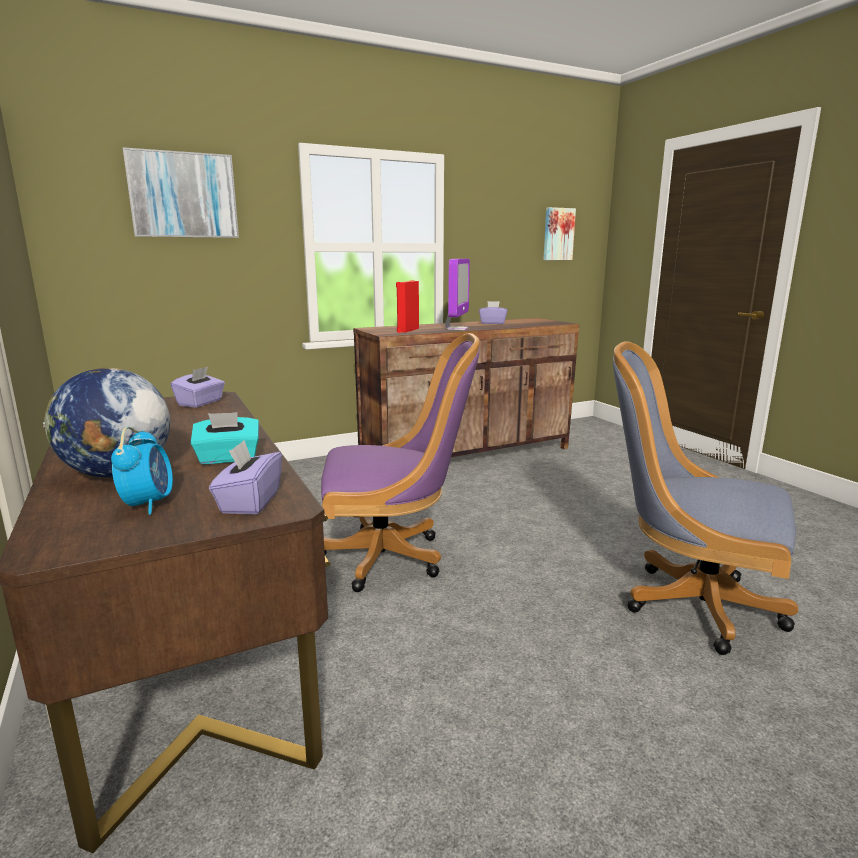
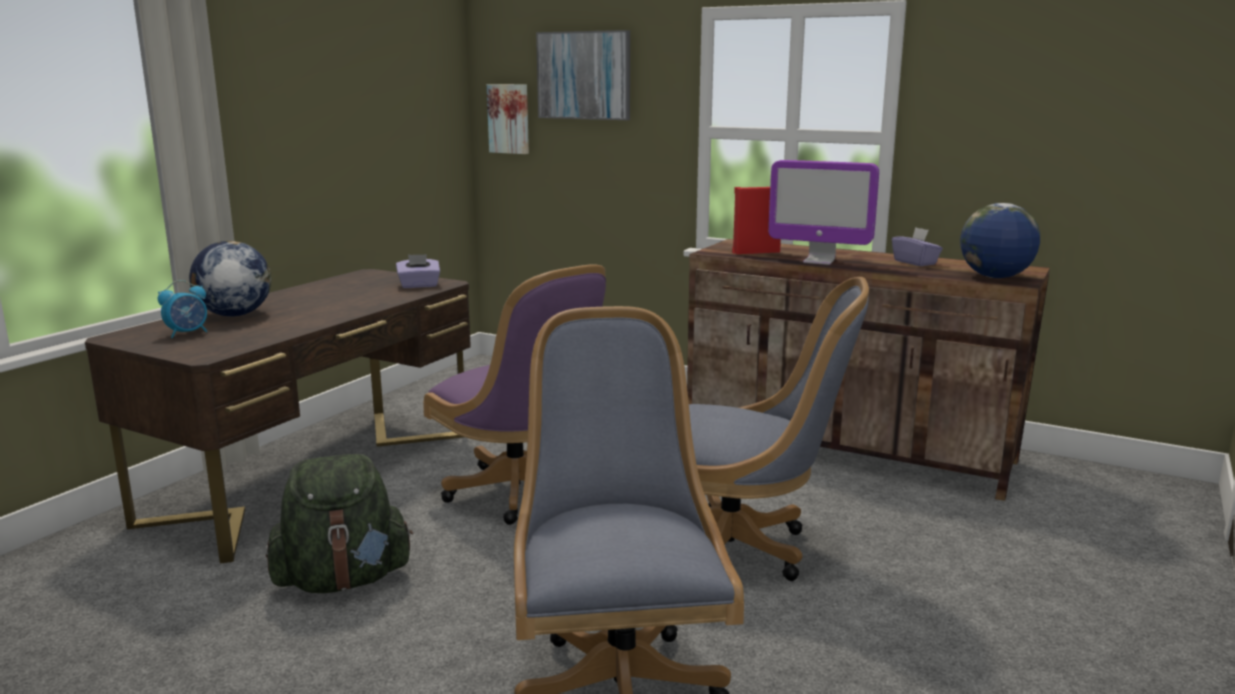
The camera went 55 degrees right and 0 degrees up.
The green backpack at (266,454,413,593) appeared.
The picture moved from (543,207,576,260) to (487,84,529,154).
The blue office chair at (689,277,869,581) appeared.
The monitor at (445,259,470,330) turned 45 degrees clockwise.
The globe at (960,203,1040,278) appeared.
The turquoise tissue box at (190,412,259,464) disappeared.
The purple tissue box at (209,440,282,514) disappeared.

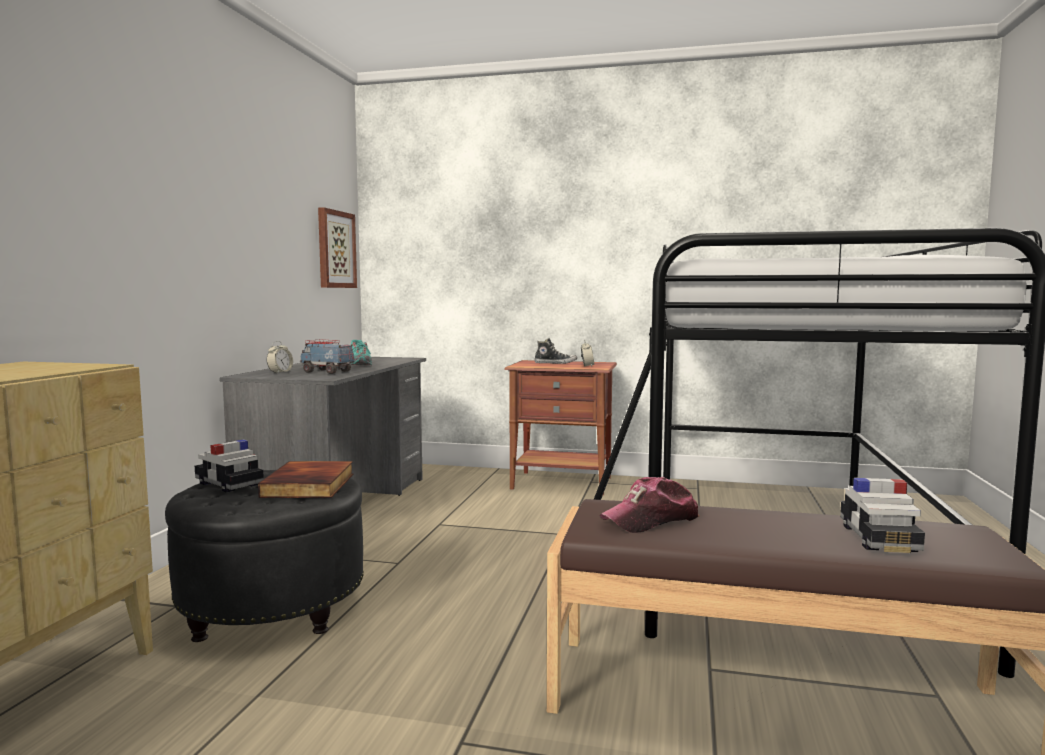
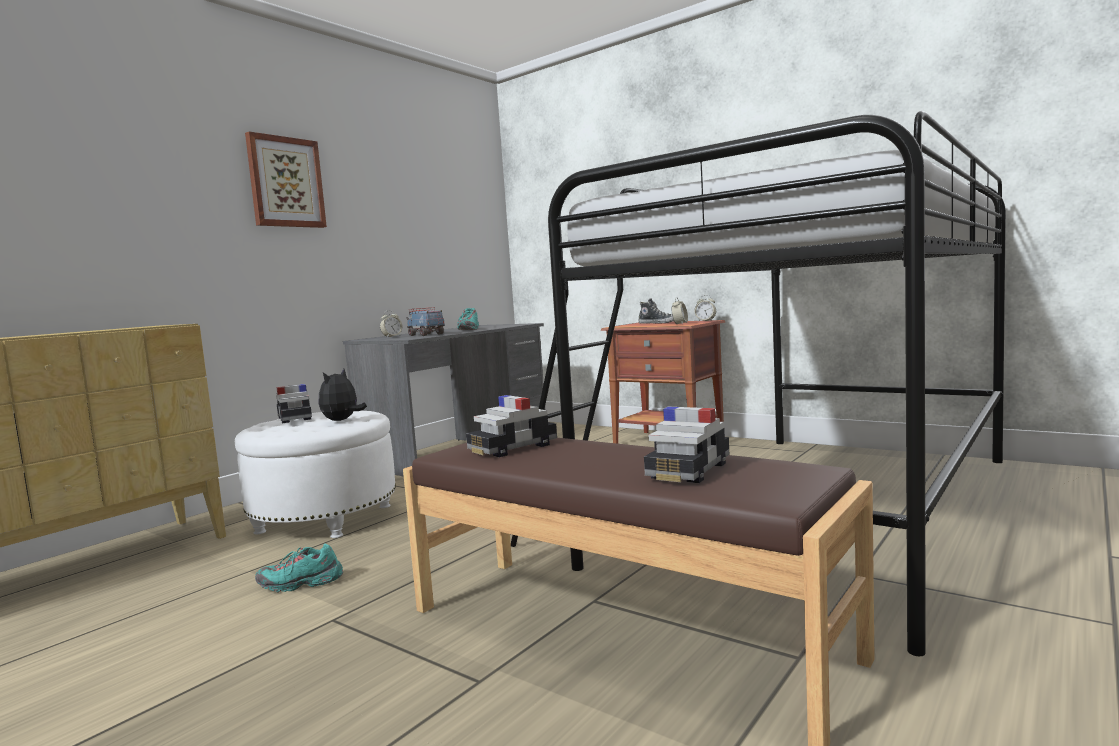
The camera went 25 degrees right and 0 degrees up.
The black ottoman at (165,470,364,642) became the white ottoman at (235,411,396,538).
The picture moved from (318,207,357,288) to (245,131,327,228).
The turquoise shoe at (255,544,343,593) appeared.
The book at (258,461,354,498) was replaced by the plush toy at (318,369,367,421).
The cap at (600,477,699,533) was replaced by the toy car at (466,395,557,457).
The alarm clock at (695,295,716,321) appeared.

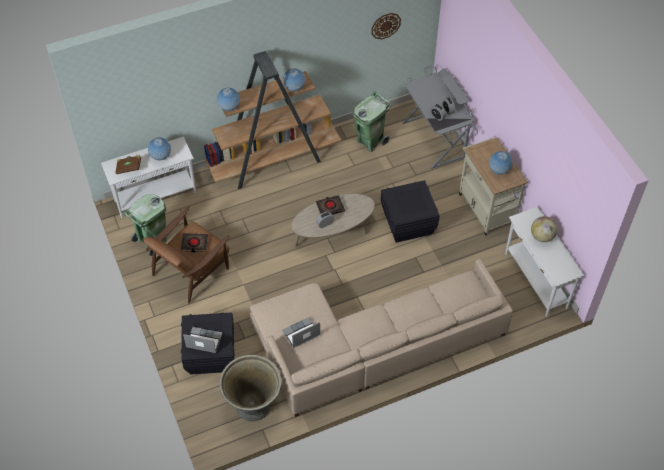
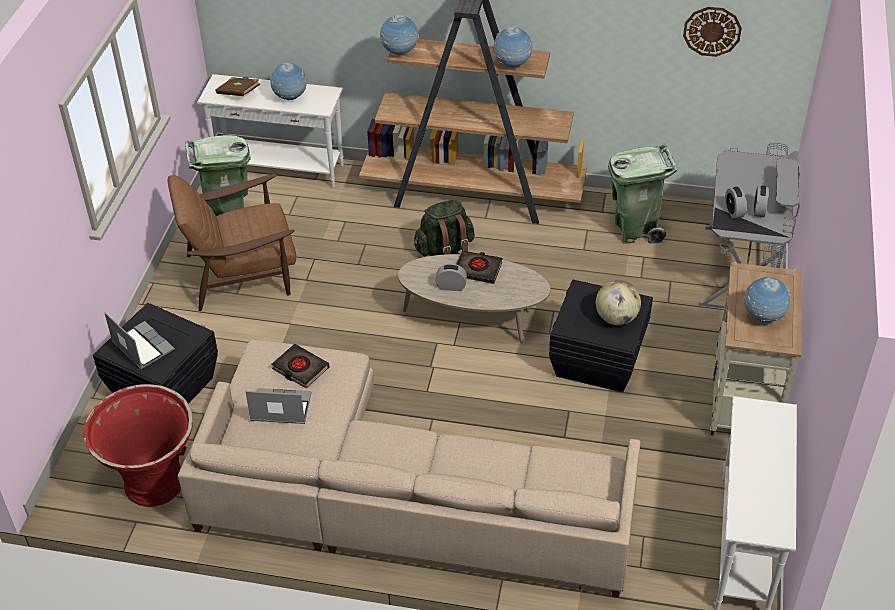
The camera went 35 degrees right and 10 degrees down.
The grey planter at (219,355,281,421) became the red planter at (83,384,193,507).
The black book moved from (181,233,208,252) to (271,344,329,388).
The green backpack at (414,200,475,256) appeared.
The globe moved from (531,216,558,242) to (596,280,641,325).

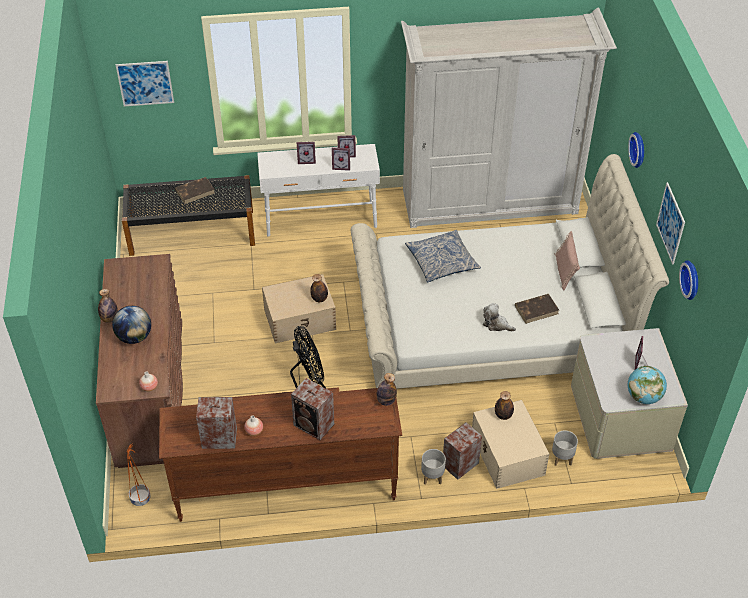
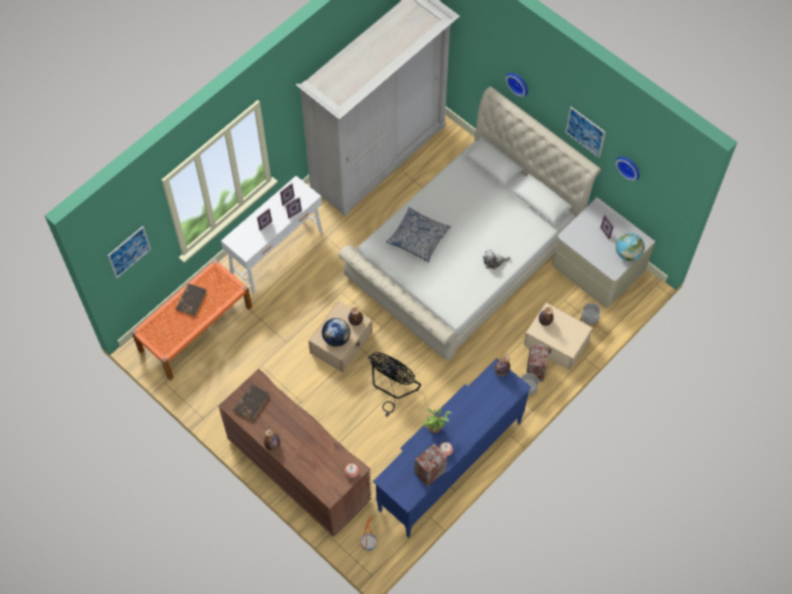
The camera went 40 degrees left and 15 degrees up.
The black bench at (122,175,255,256) became the orange bench at (131,259,252,381).
The brown book moved from (515,294,559,324) to (234,384,270,421).
The globe moved from (112,306,151,344) to (322,318,350,347).
The brown cabinet at (159,387,402,522) became the blue cabinet at (373,358,531,538).
The potted plant at (423,408,452,433) appeared.
The speaker at (291,378,334,440) disappeared.
The beige pillow at (554,231,580,291) disappeared.

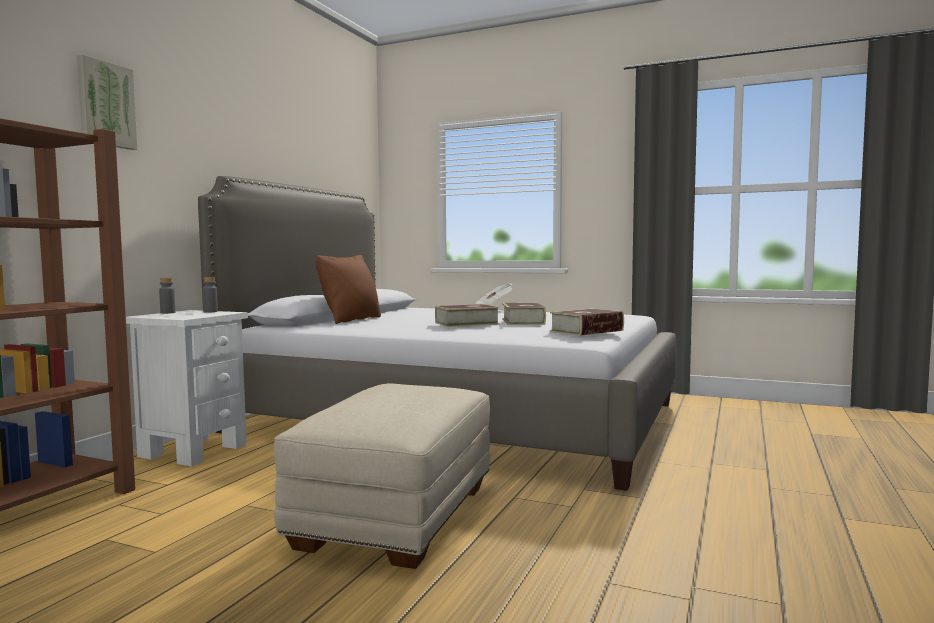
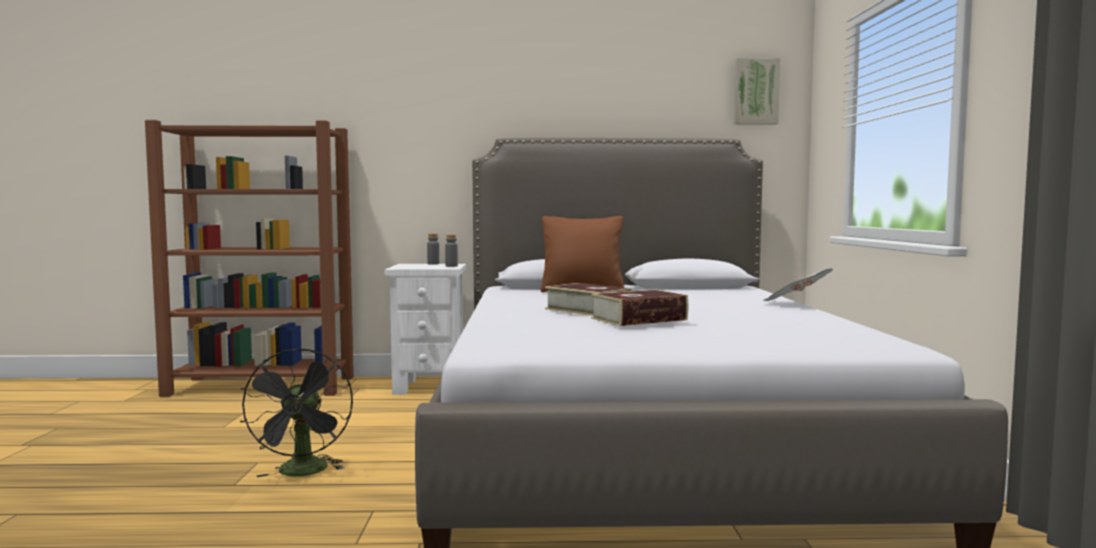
The camera went 65 degrees right and 0 degrees up.
The beige ottoman at (274,383,491,569) was replaced by the black fan at (240,348,353,477).
The picture moved from (77,54,138,150) to (734,58,780,124).
The book at (550,308,624,336) disappeared.

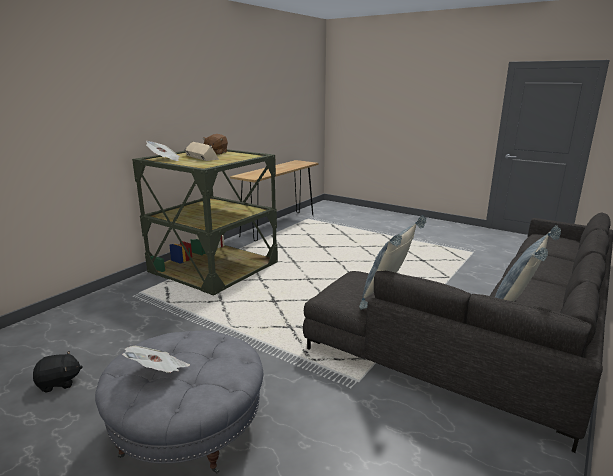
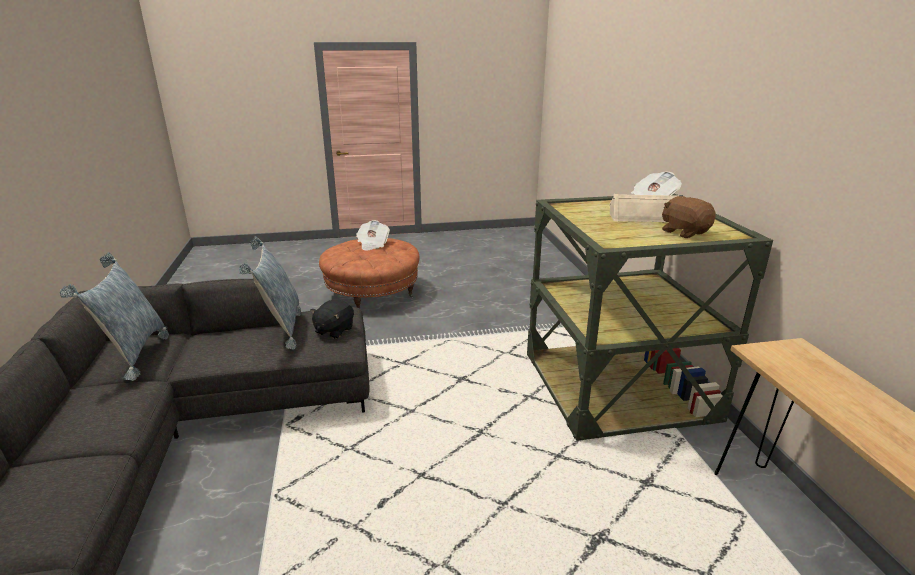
The camera went 135 degrees right and 5 degrees up.
The black plush toy moved from (33,351,82,393) to (310,299,354,339).
The grey ottoman at (95,330,263,473) became the brown ottoman at (319,238,420,308).

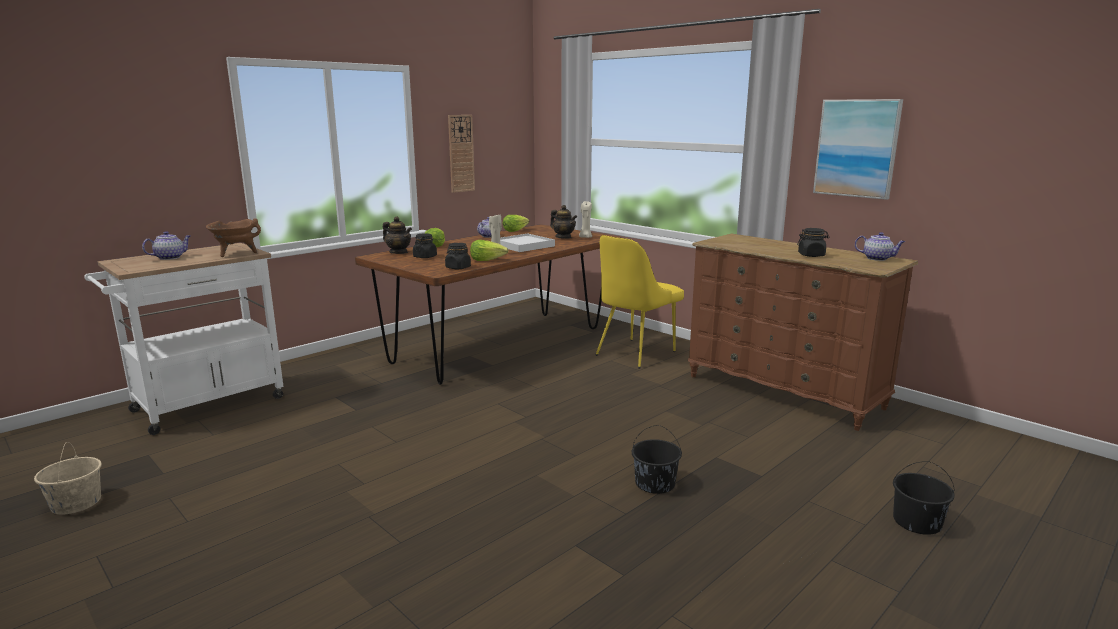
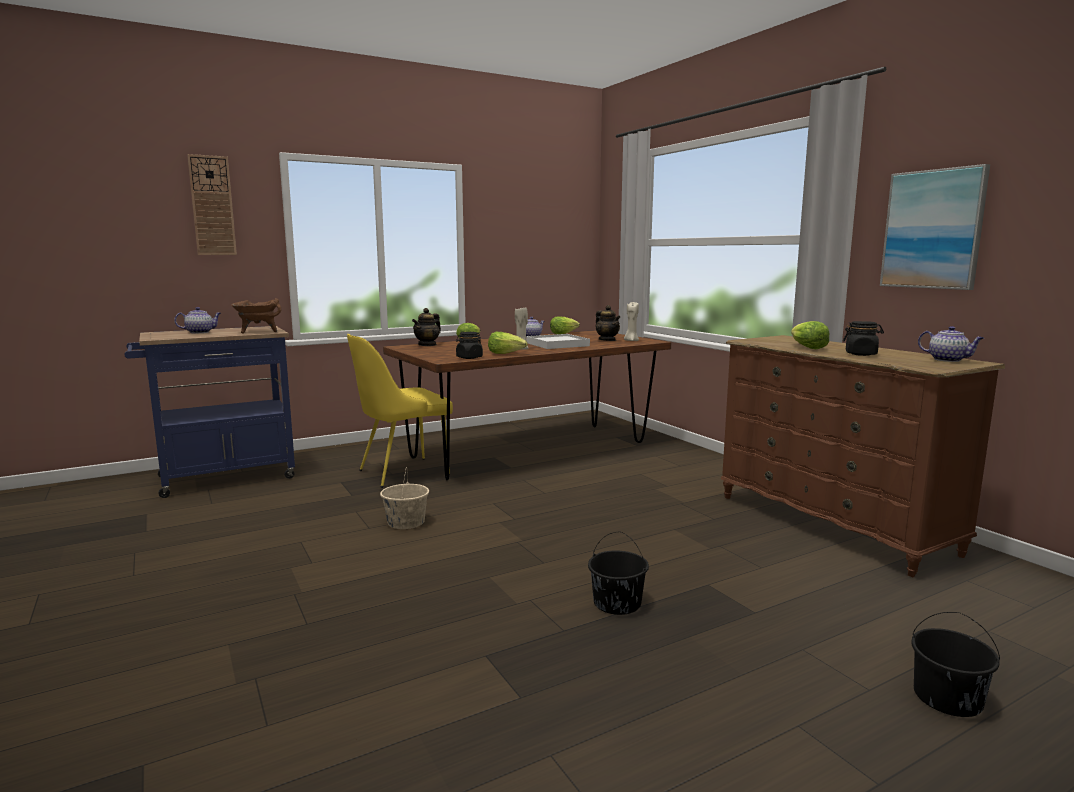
The camera went 15 degrees right and 5 degrees down.
The white cart at (84,243,284,435) became the blue cart at (124,326,295,498).
The wall clock moved from (448,115,475,193) to (187,154,237,255).
The yellow chair moved from (595,235,684,369) to (347,334,453,488).
The beige bucket moved from (34,442,102,515) to (380,467,429,529).
The teapot at (383,216,412,254) turned 75 degrees clockwise.
The lettuce at (791,321,829,349) appeared.
The black jar at (413,233,437,258) disappeared.

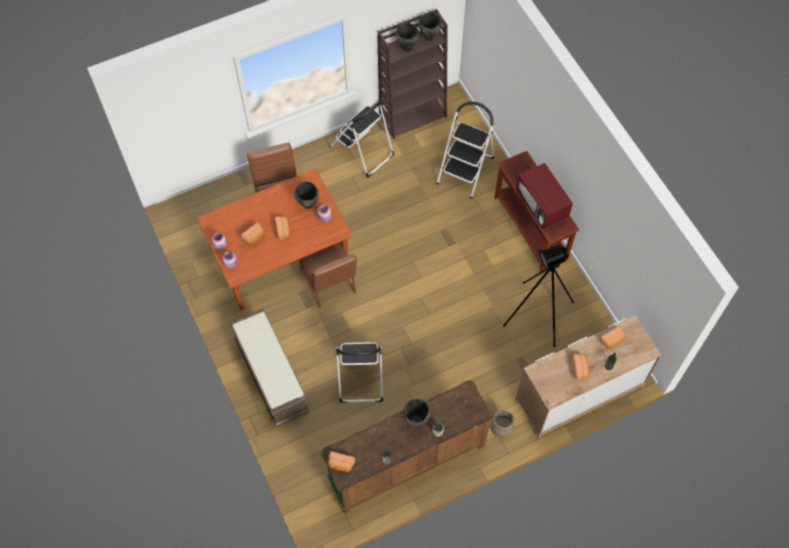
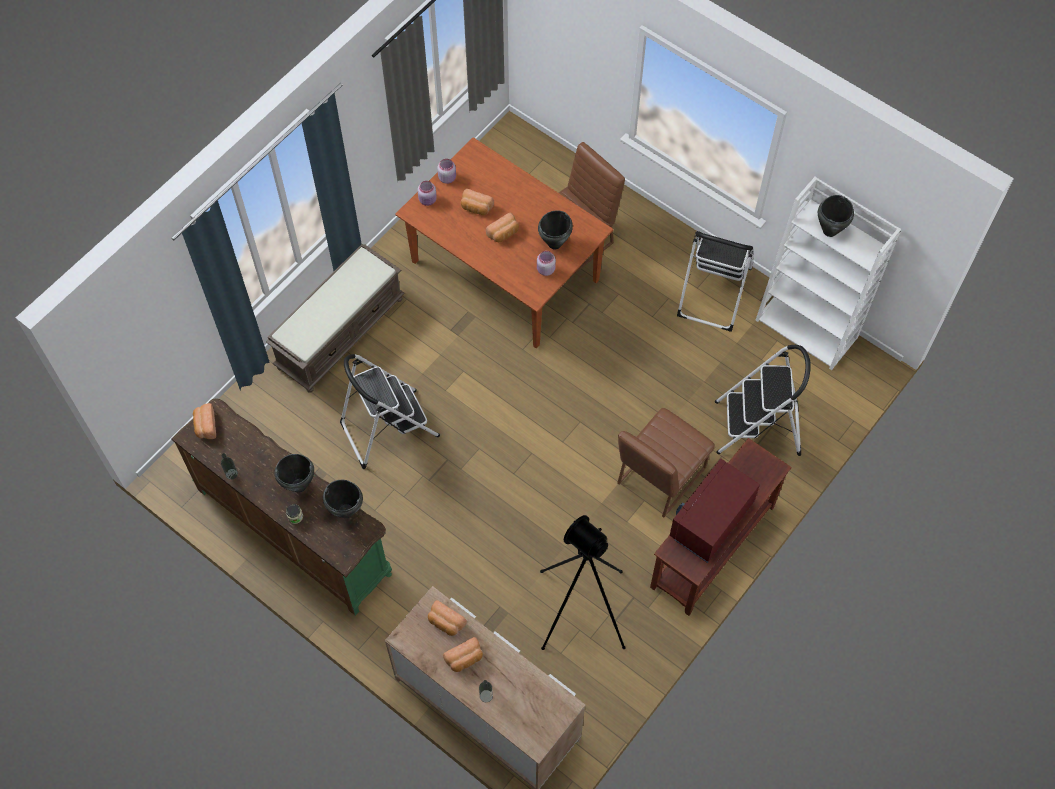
The camera went 65 degrees right and 0 degrees up.
The black cooking pot moved from (418,12,442,41) to (323,480,363,518).
The bread moved from (599,326,626,348) to (428,600,467,636).
The brown chair moved from (298,242,357,308) to (617,408,715,518).
The brown bookcase at (377,9,448,139) became the white bookcase at (755,177,901,370).
The beige bucket at (490,410,516,438) disappeared.

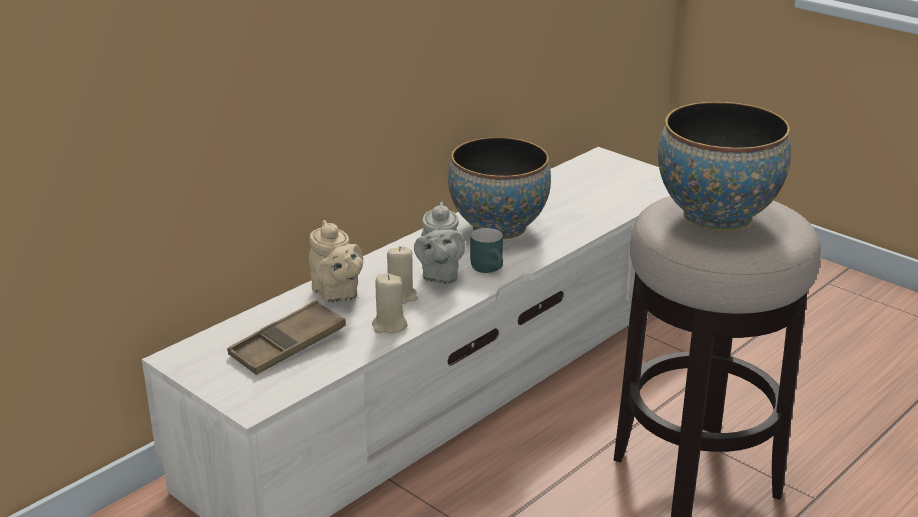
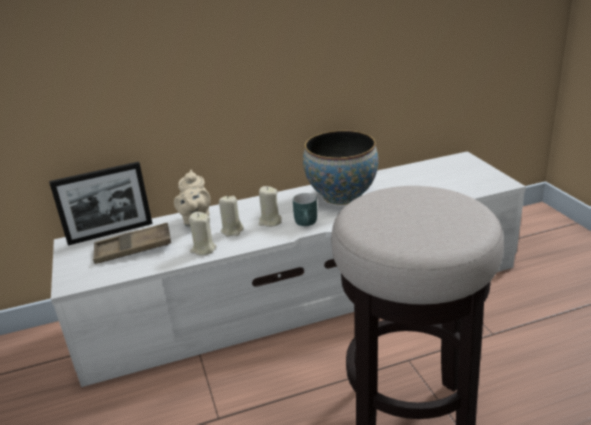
The camera went 30 degrees right and 0 degrees up.
The picture frame at (49,161,152,246) appeared.
The grey teapot at (414,202,466,284) was replaced by the beige candle at (259,186,282,227).
The bowl at (658,102,791,231) disappeared.

